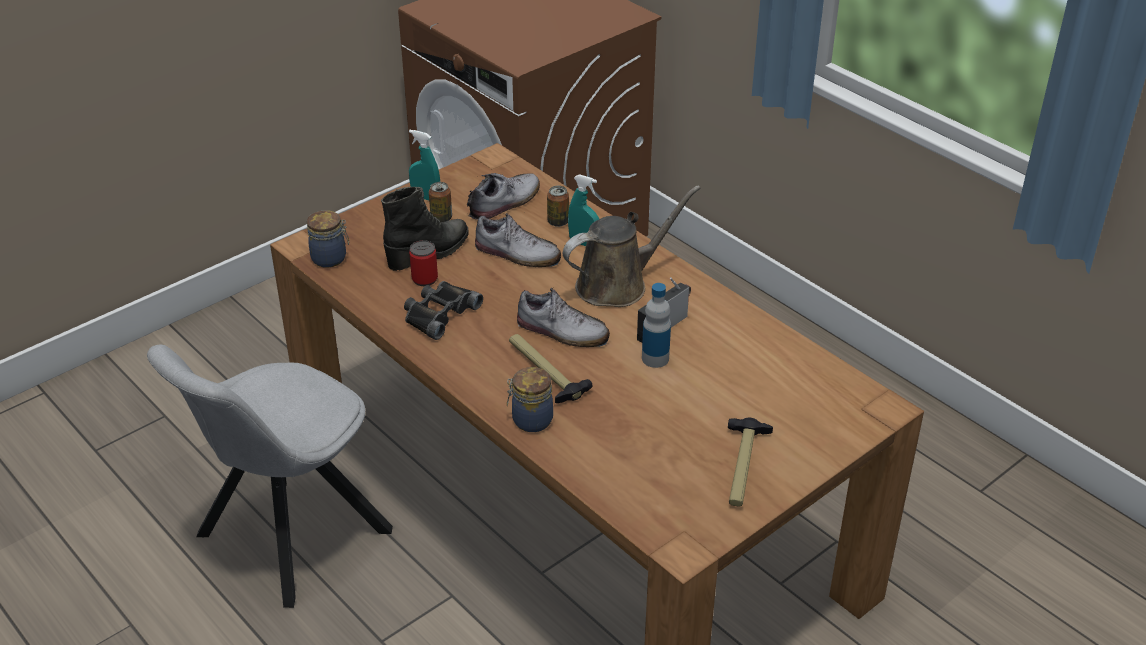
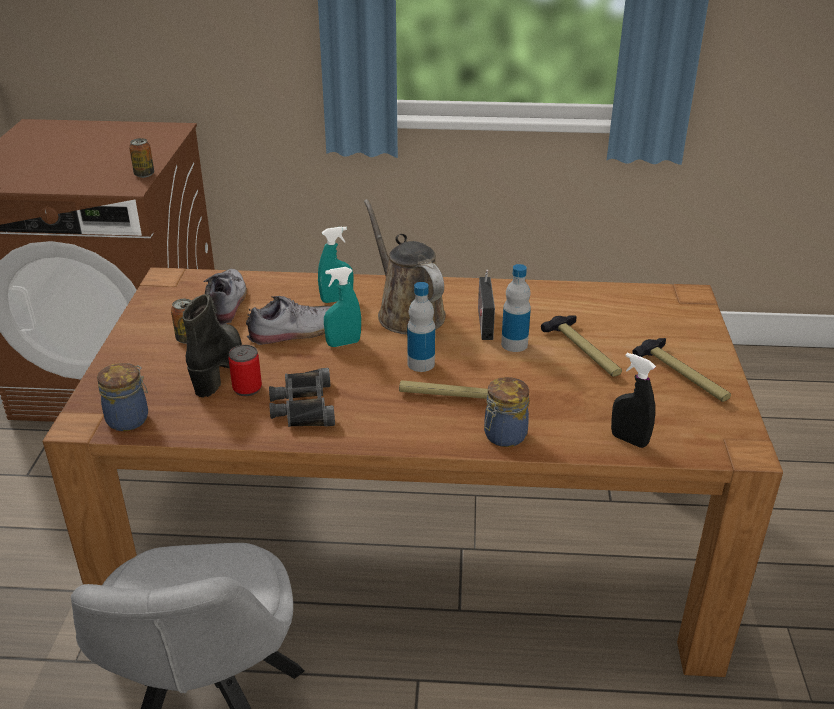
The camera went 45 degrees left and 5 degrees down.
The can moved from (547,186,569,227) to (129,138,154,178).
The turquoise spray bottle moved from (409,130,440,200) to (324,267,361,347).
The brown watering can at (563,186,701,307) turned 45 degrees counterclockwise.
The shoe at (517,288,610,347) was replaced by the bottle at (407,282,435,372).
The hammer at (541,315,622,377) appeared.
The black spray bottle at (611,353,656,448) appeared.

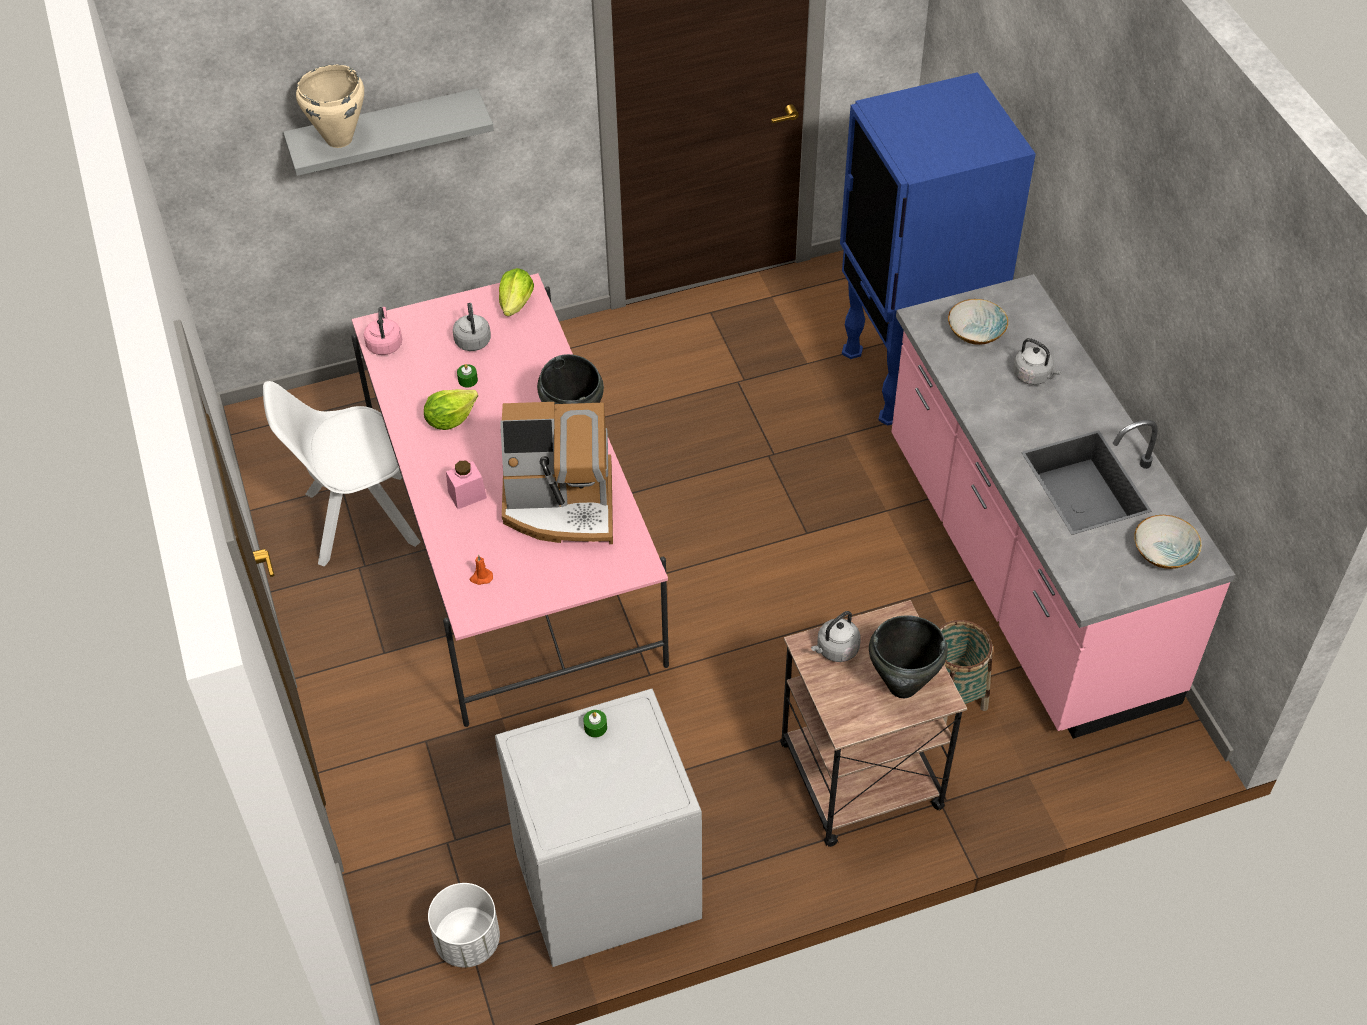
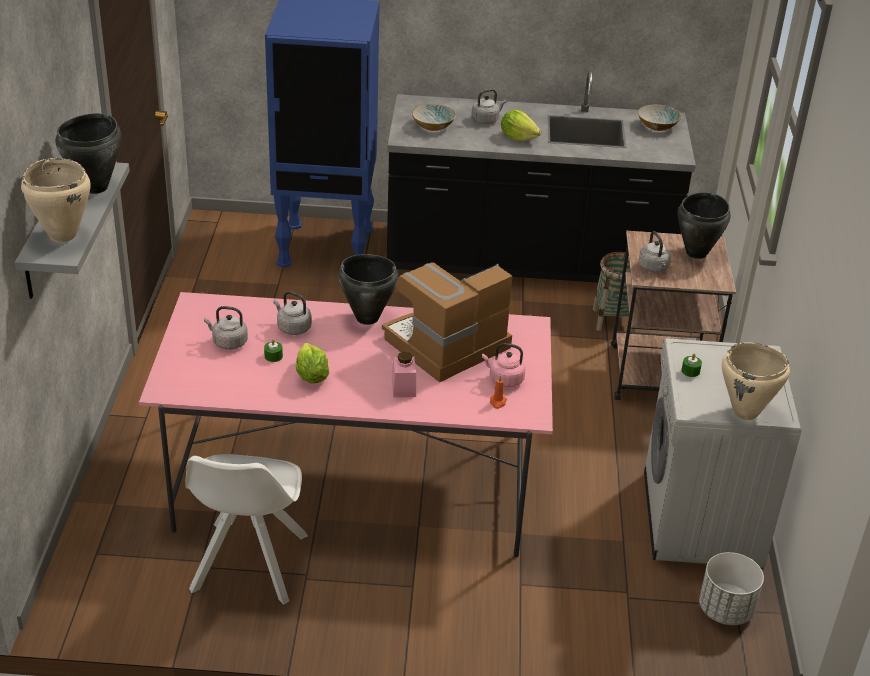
The camera went 70 degrees left and 15 degrees down.
The black cooking pot at (56,113,122,194) appeared.
The grey kettle at (273,291,312,335) appeared.
The coffee machine at (500,402,613,544) turned 150 degrees counterclockwise.
The pink counter at (891,274,1235,739) became the black counter at (387,71,696,283).
The pink kettle moved from (364,307,402,355) to (482,343,526,388).
The lettuce moved from (499,268,534,316) to (501,109,542,141).
The beige cooking pot at (722,342,790,420) appeared.

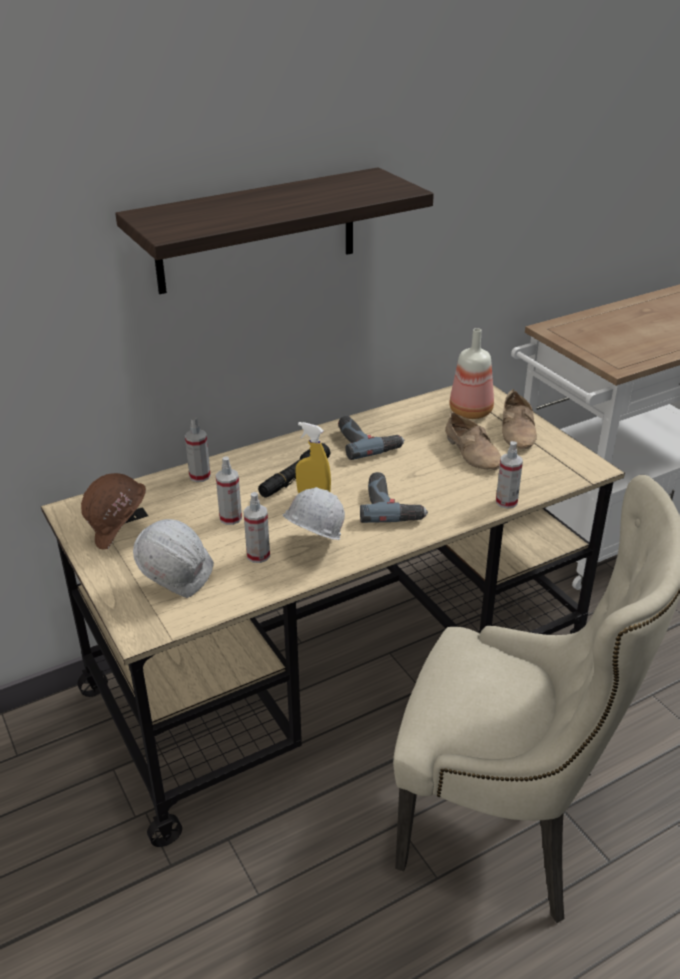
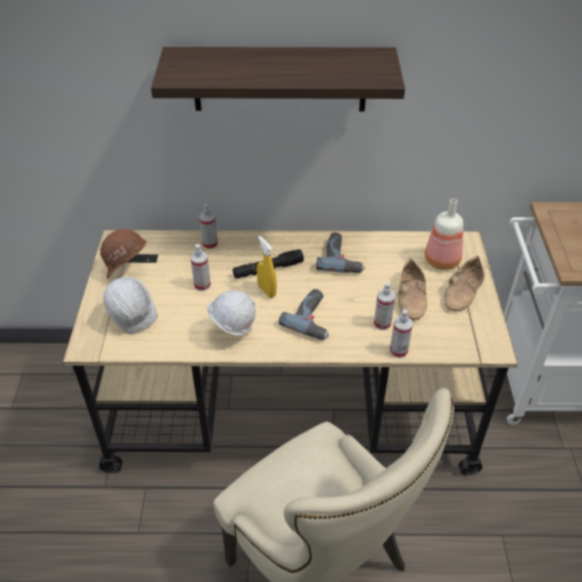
The camera went 30 degrees right and 10 degrees up.
The spray bottle moved from (243,492,270,563) to (374,282,395,330).

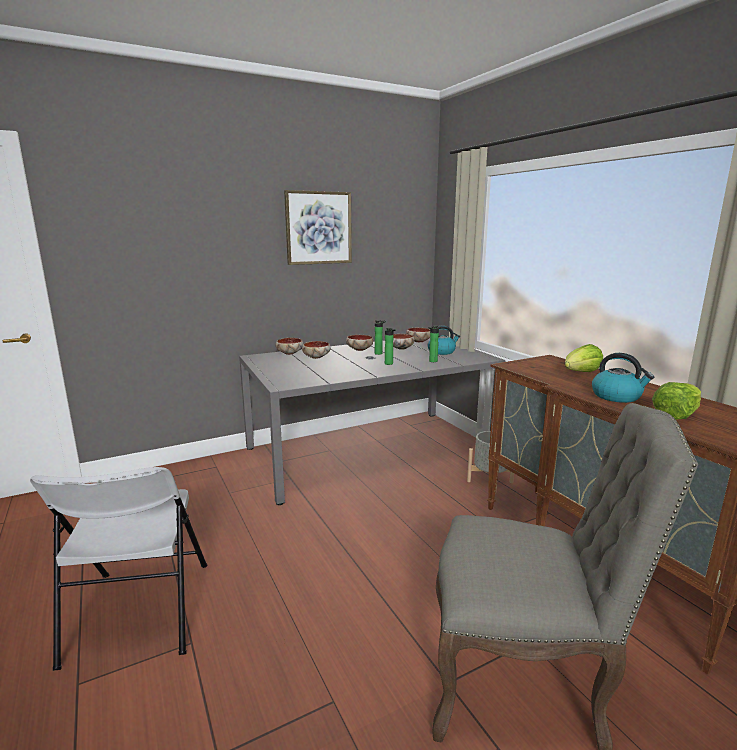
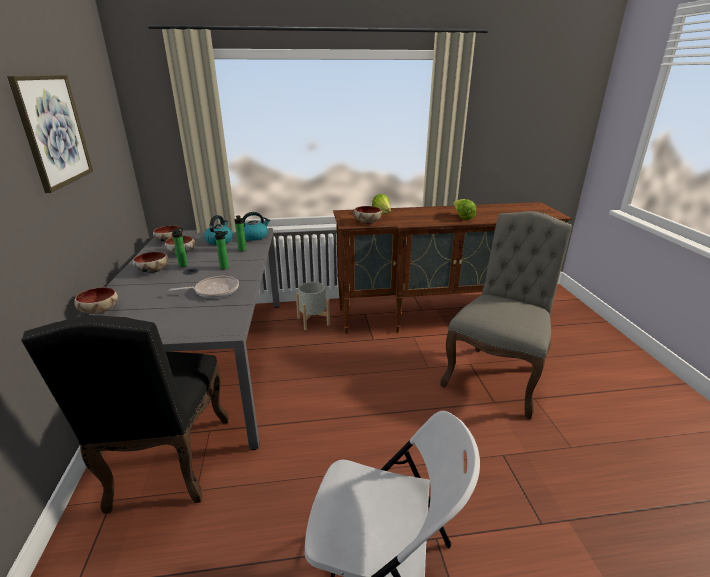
The camera went 70 degrees left and 10 degrees up.
The black chair at (21,315,229,514) appeared.
The frying pan at (169,276,239,298) appeared.
The kettle moved from (592,353,654,403) to (243,212,270,241).
The bowl moved from (302,341,330,359) to (353,206,382,224).

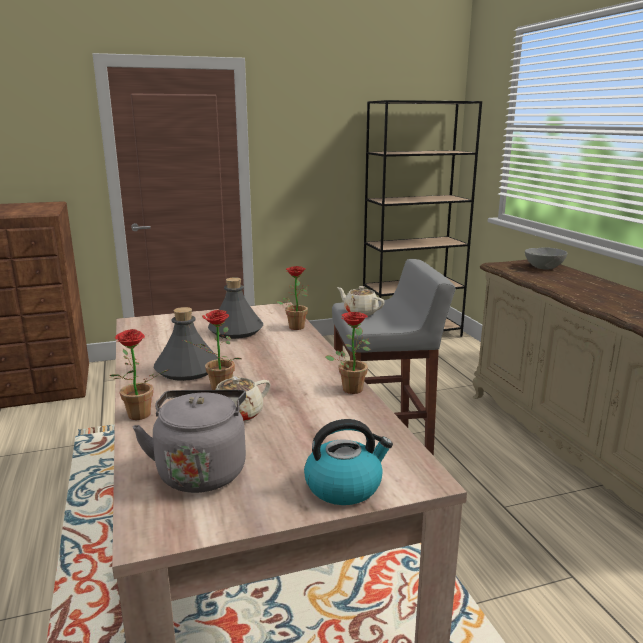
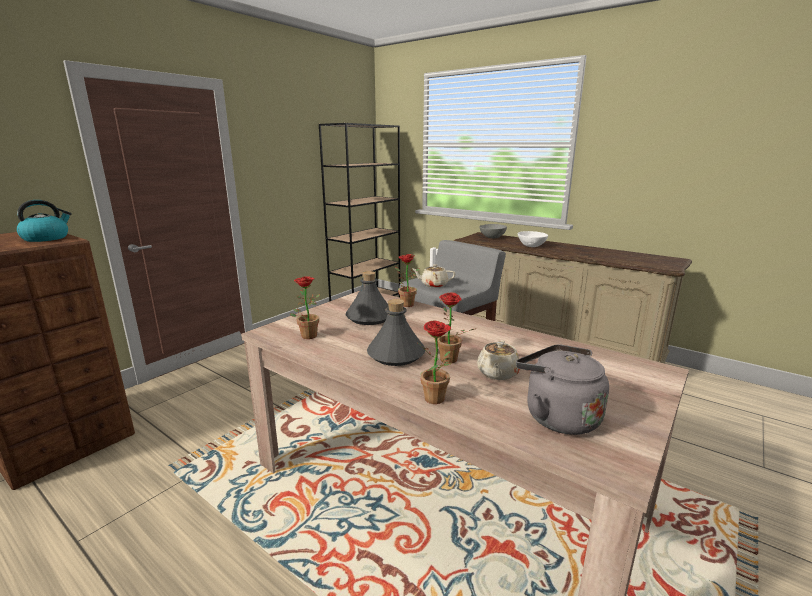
The camera went 35 degrees left and 0 degrees up.
The kettle moved from (304,419,393,505) to (17,200,72,242).
The potted plant moved from (325,312,370,394) to (290,277,320,339).
The white bowl at (518,231,548,247) appeared.

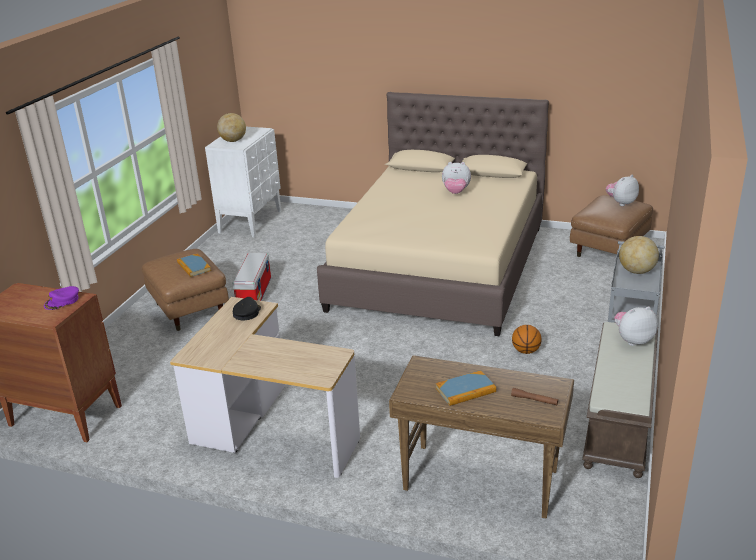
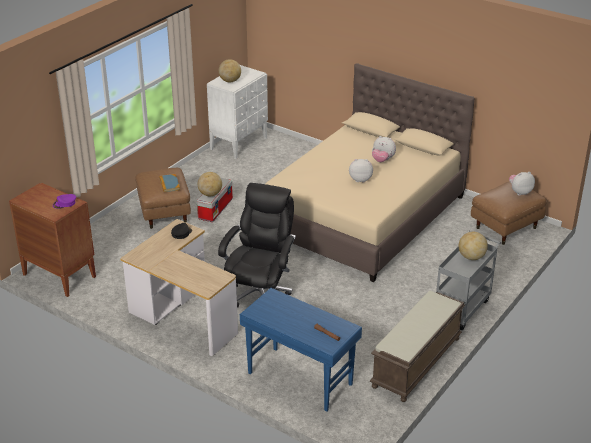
The camera went 15 degrees right and 5 degrees up.
The globe at (198,172,222,196) appeared.
The black office chair at (218,183,296,308) appeared.
The brown console table at (389,355,574,519) became the blue console table at (240,288,362,412).
The plush toy moved from (614,306,658,346) to (349,159,373,183).
The book at (436,370,496,406) disappeared.
The basketball at (512,325,542,354) disappeared.

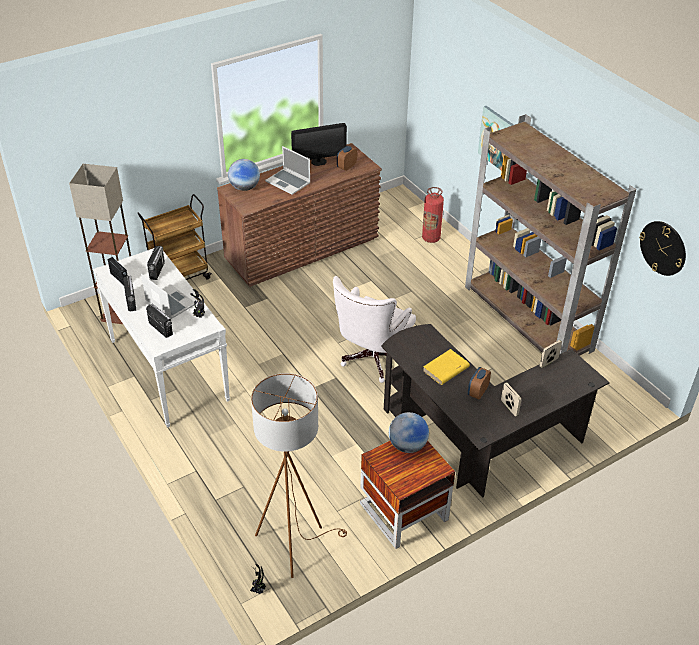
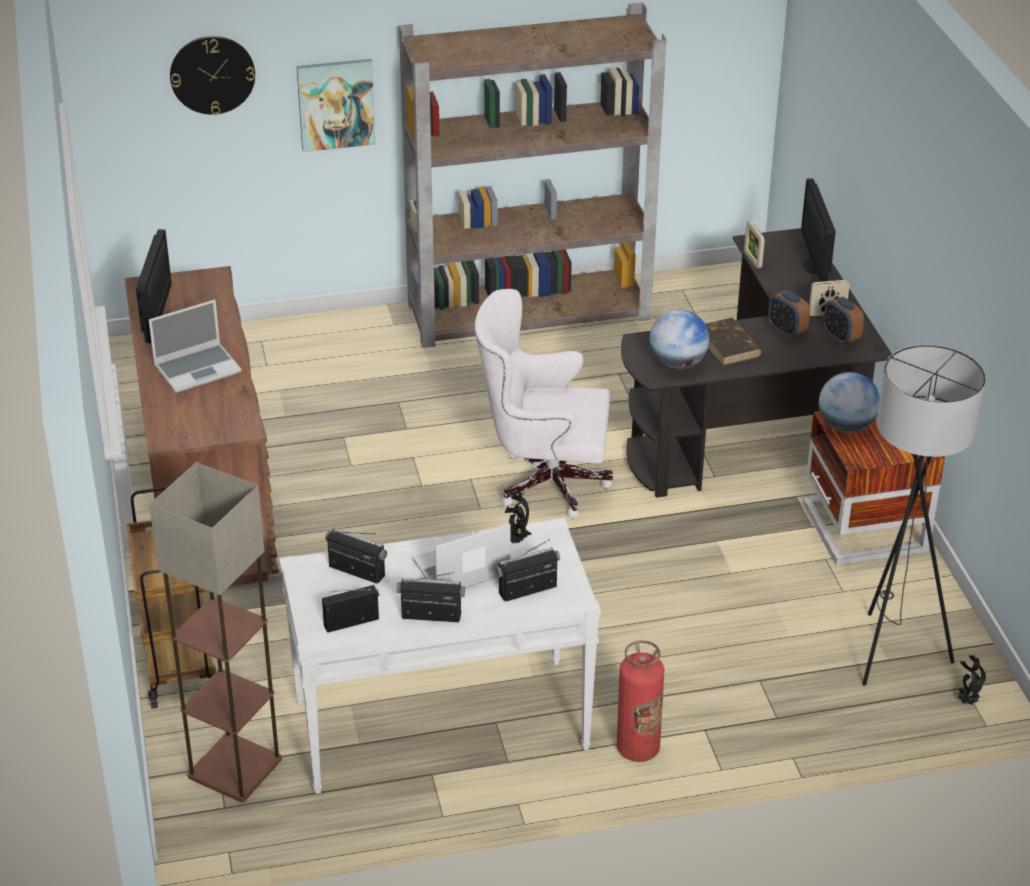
The camera went 70 degrees left and 5 degrees down.
The wall clock moved from (639,221,686,276) to (170,36,255,115).
The white office chair at (333,276,416,383) turned 135 degrees clockwise.
The fire extinguisher moved from (422,187,444,243) to (617,640,665,762).
The globe moved from (228,159,260,191) to (650,310,709,369).
The yellow book at (423,349,470,385) became the brown book at (705,318,762,366).
The monitor at (801,178,836,282) appeared.
The alarm clock moved from (337,146,357,171) to (823,297,864,345).
The brown floor lamp at (251,373,347,578) became the grey floor lamp at (862,345,986,686).

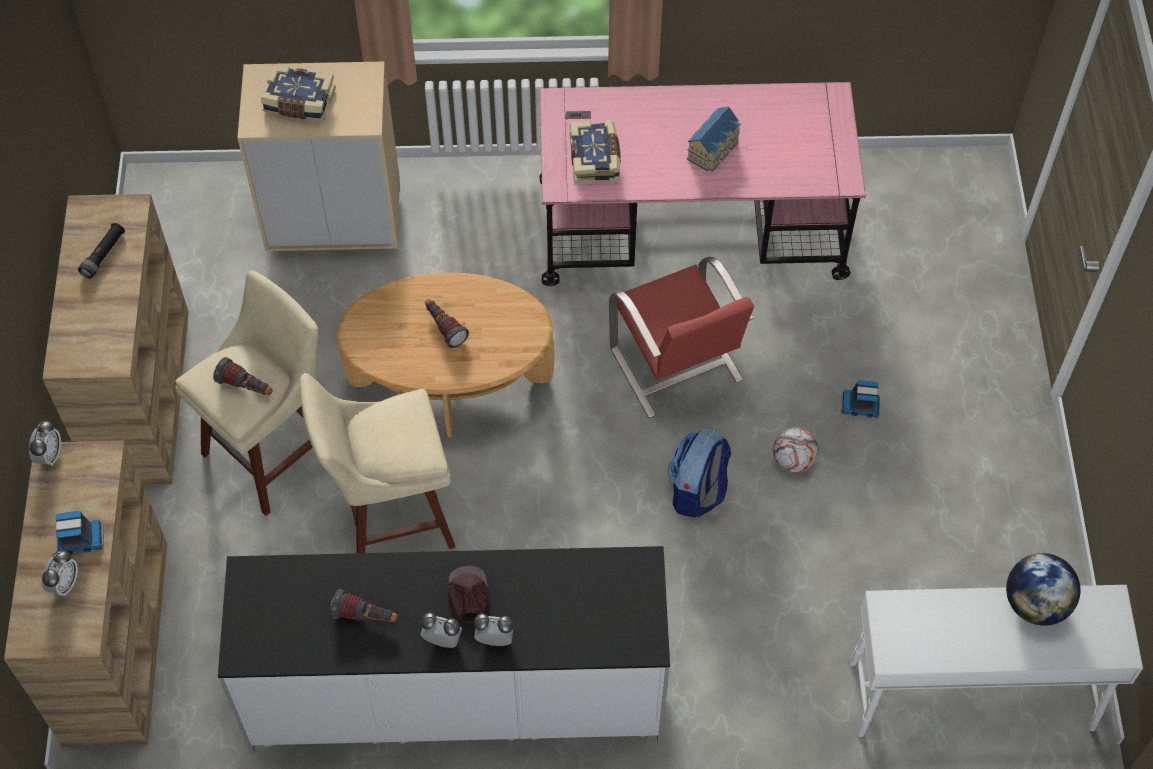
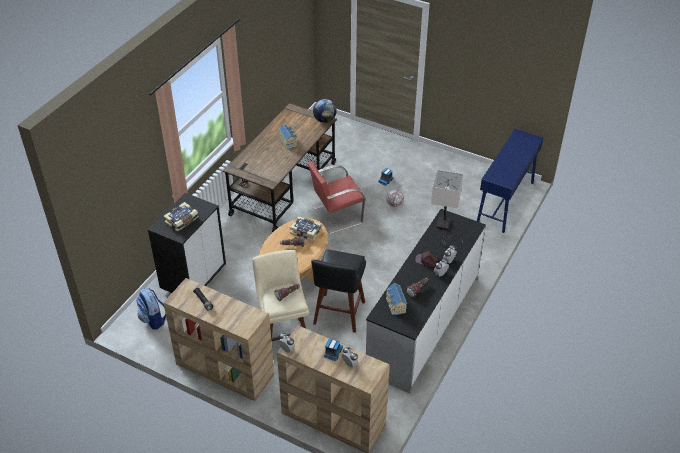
The camera went 60 degrees left and 15 degrees down.
The backpack moved from (668,427,731,517) to (136,288,166,330).
The beige cabinet at (237,62,400,251) became the black cabinet at (148,193,226,293).
The pink desk at (540,82,866,286) became the brown desk at (223,103,337,233).
The book moved from (570,120,621,185) to (290,217,322,242).
The red chair at (609,257,754,418) turned 150 degrees clockwise.
The beige stool at (300,373,455,553) became the black stool at (311,250,366,333).
The globe moved from (1006,553,1080,626) to (313,99,337,123).
The toy house at (386,283,407,315) appeared.
The table lamp at (431,170,463,249) appeared.
The white console table at (849,585,1143,737) became the blue console table at (477,129,543,233).

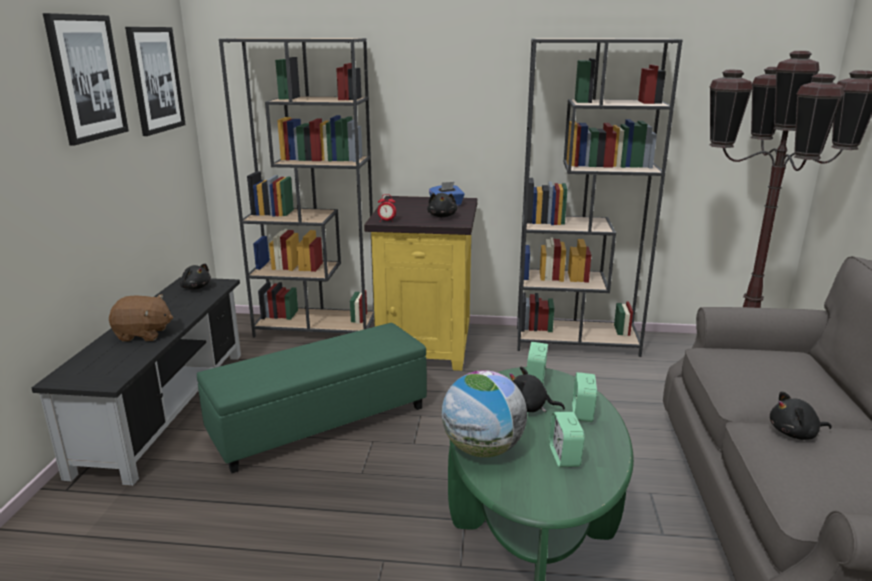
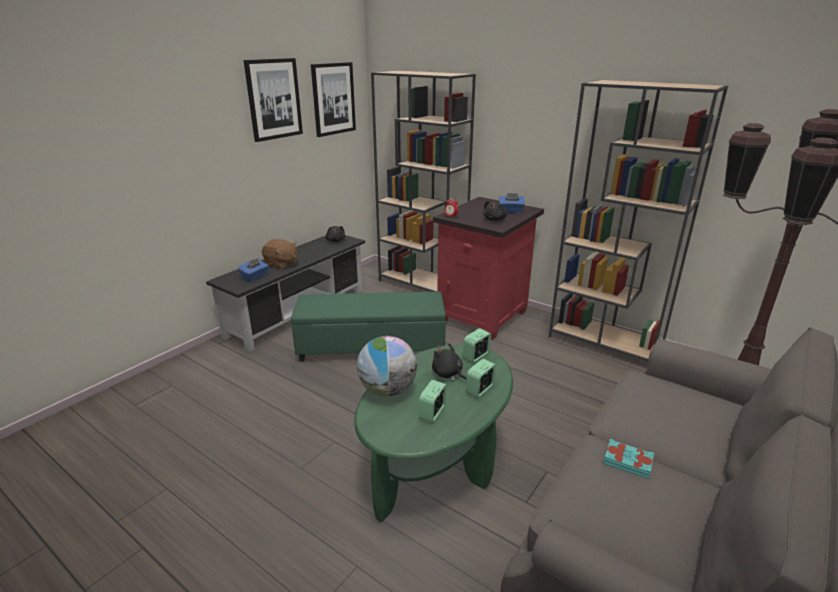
The camera went 30 degrees right and 5 degrees up.
The blue tissue box at (238,258,269,282) appeared.
The yellow cabinet at (364,196,477,371) became the red cabinet at (433,197,544,340).
The black plush toy at (770,391,832,440) was replaced by the turquoise book at (604,439,654,479).

